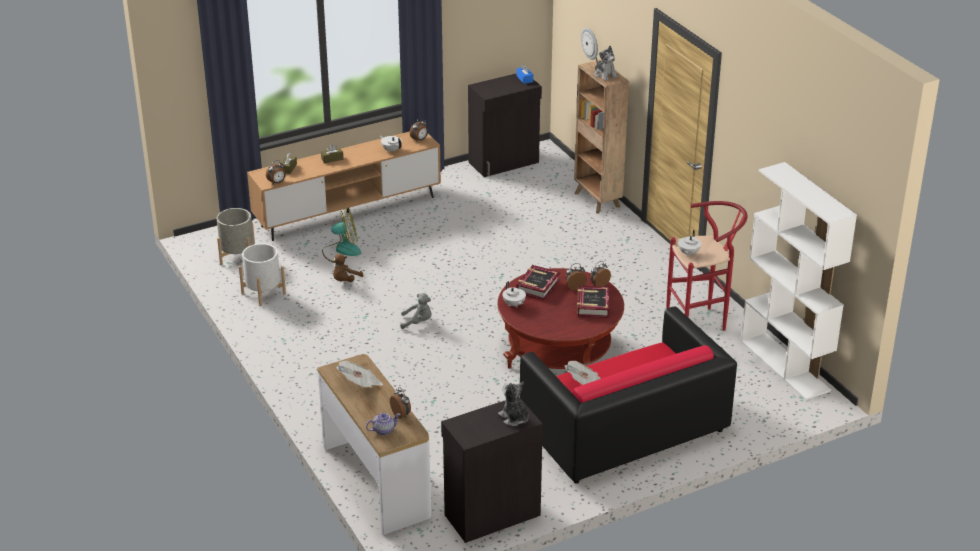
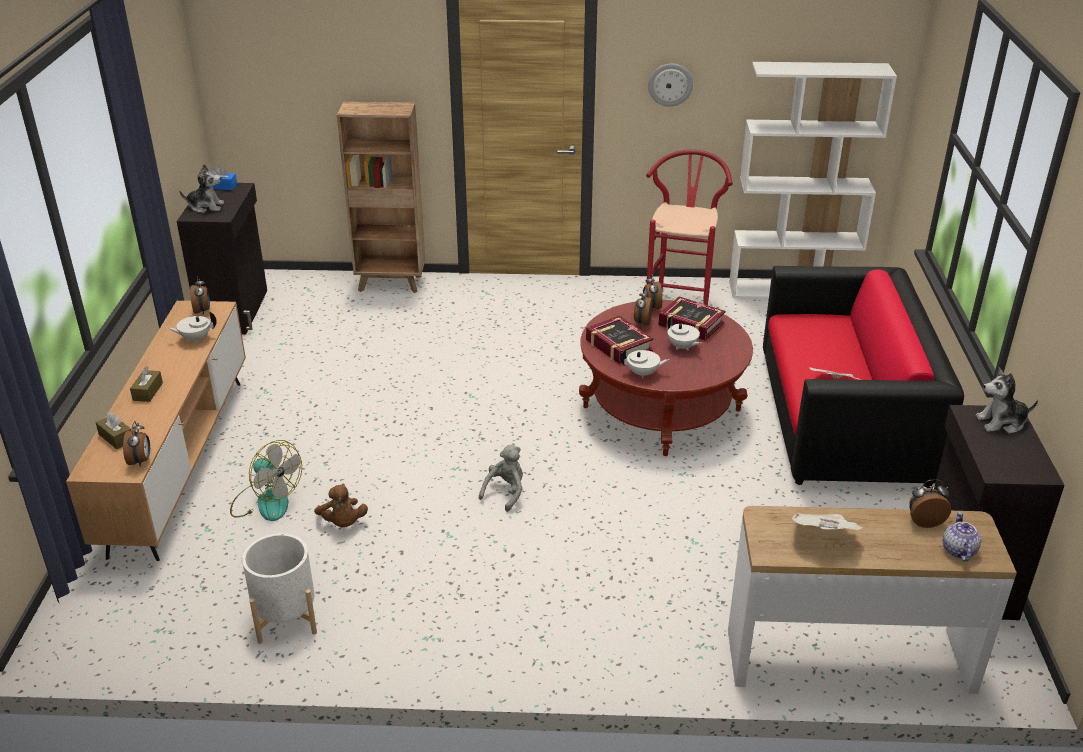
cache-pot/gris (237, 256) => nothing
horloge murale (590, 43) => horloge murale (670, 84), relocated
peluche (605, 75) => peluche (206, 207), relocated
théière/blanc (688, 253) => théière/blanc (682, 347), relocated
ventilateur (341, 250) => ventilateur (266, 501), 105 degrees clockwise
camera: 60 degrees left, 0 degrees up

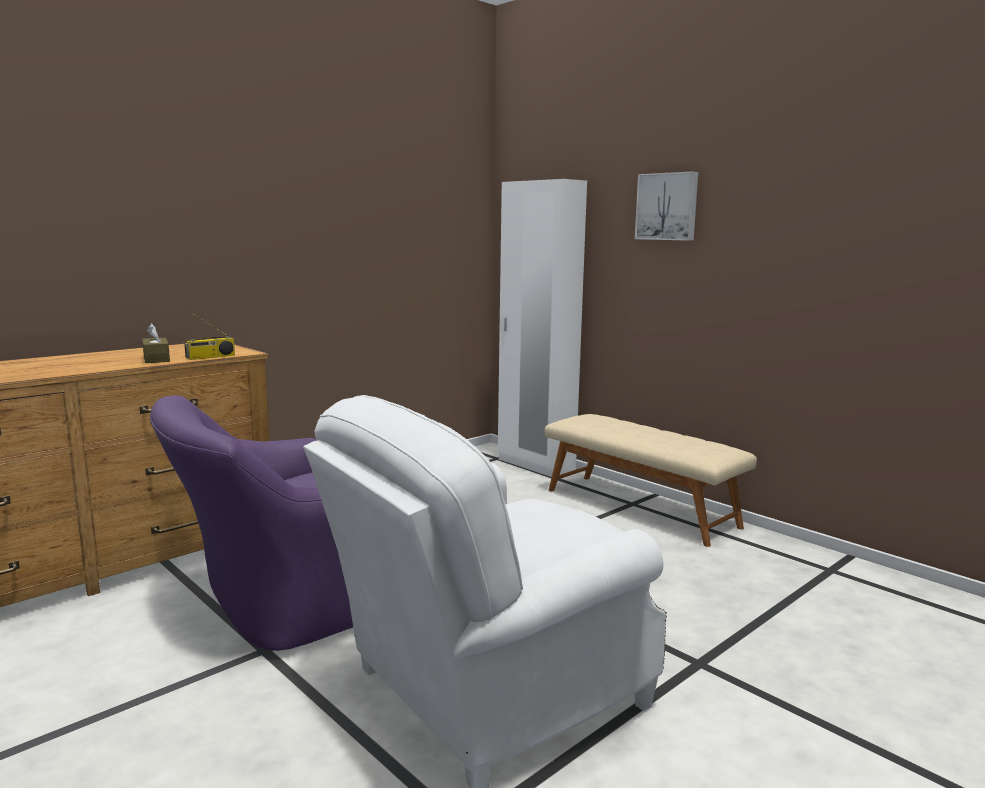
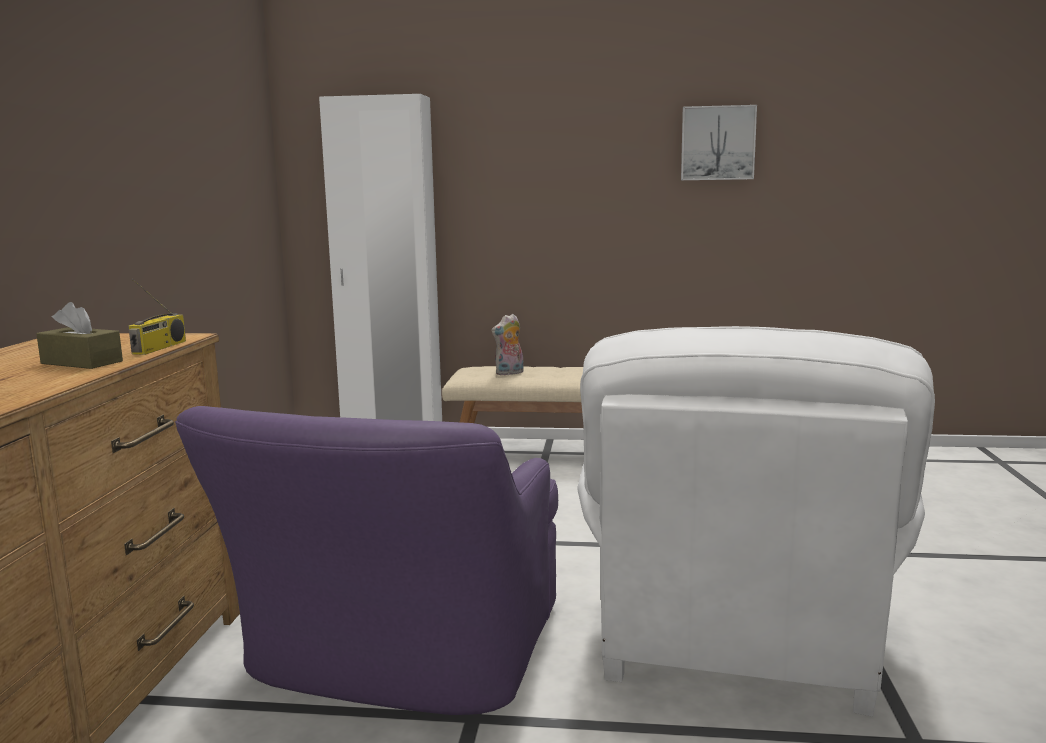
nothing => peluche (509, 373)
tableau (667, 206) => tableau (717, 143), relocated
camera: 40 degrees left, 0 degrees up

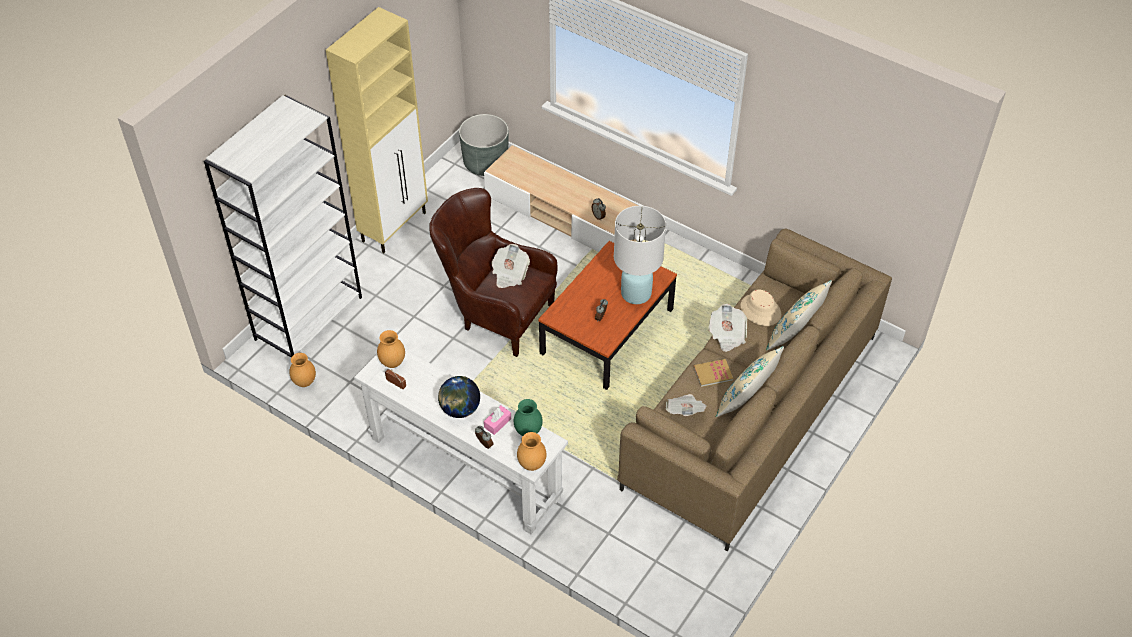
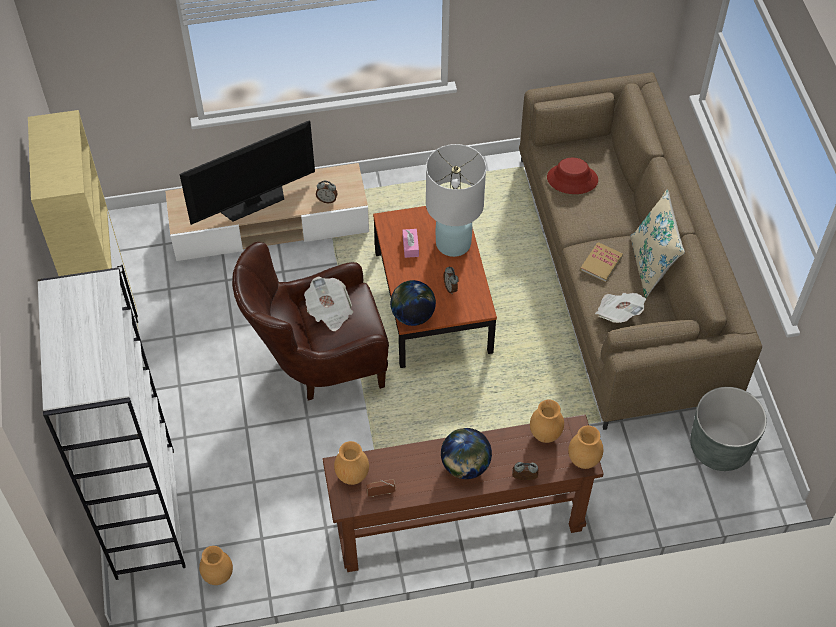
journal (727, 335) => nothing
coussin/beige (794, 335) => nothing
nothing => téléviseur (253, 202)
nothing => globe (413, 316)
cache-pot/gris (485, 163) => cache-pot/gris (720, 447), relocated
boîte à mouchoirs/rose (497, 423) => boîte à mouchoirs/rose (410, 246), relocated
table console/blanc (464, 467) => table console/marron (459, 523)
vase/vert (527, 431) => vase/marron (544, 435)
chapeau/beige (760, 310) => chapeau/rouge (572, 179)
camera: 45 degrees left, 5 degrees up

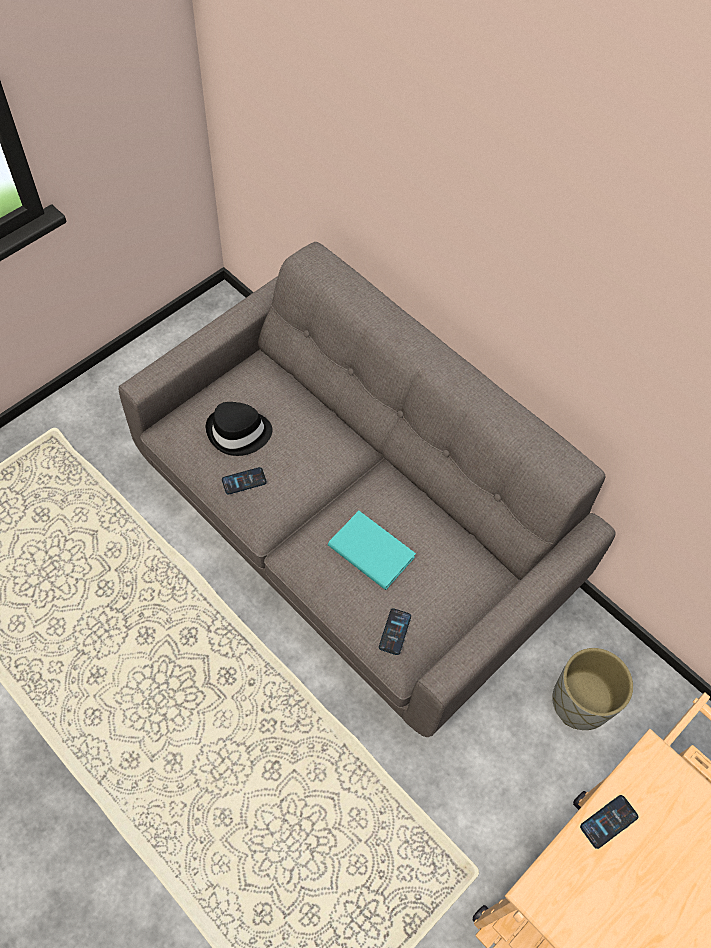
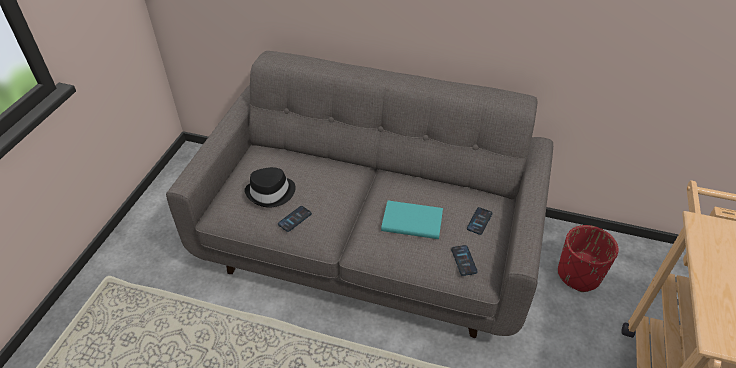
téléphone (608, 821) => téléphone (479, 221), relocated
cache-pot/gris (581, 702) => cache-pot/rouge (579, 275)
camera: 25 degrees left, 15 degrees down

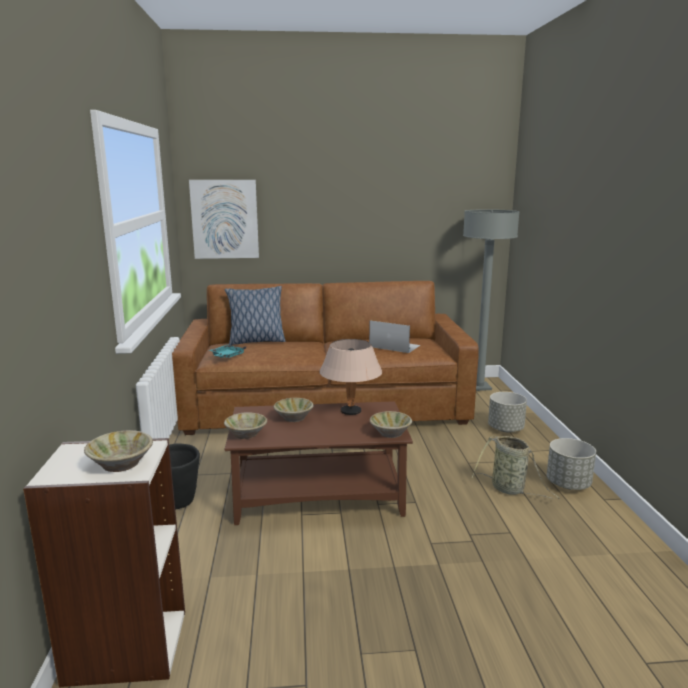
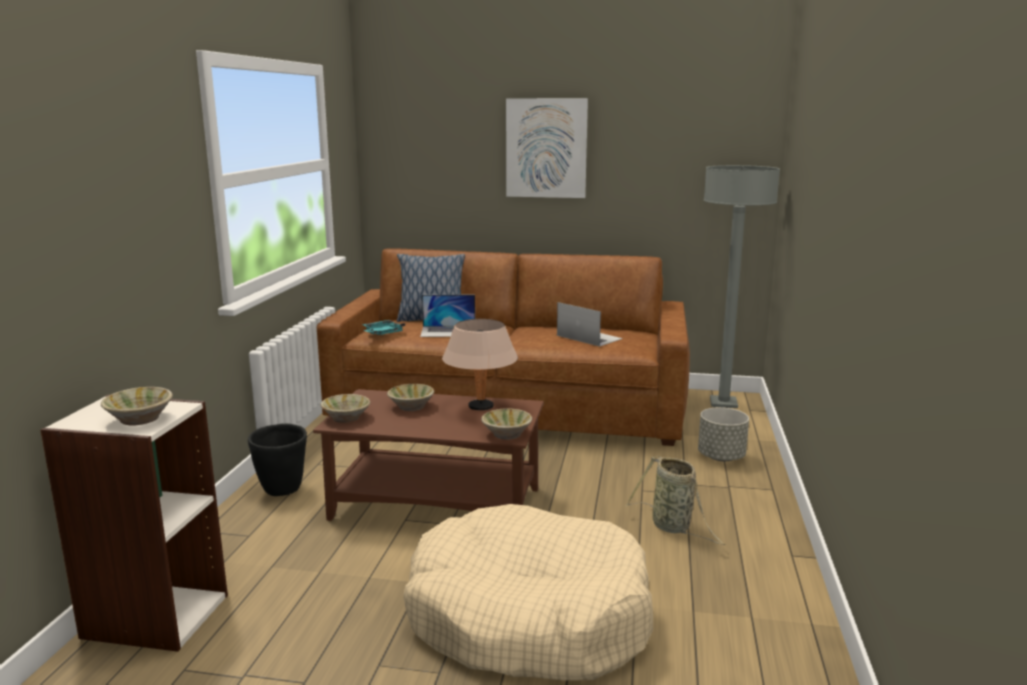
cache-pot/gris (568, 484) => nothing
nothing => panier pour chien/beige (528, 617)
nothing => ordinateur portable (448, 331)
tableau (225, 219) => tableau (546, 148), relocated
camera: 15 degrees right, 0 degrees up

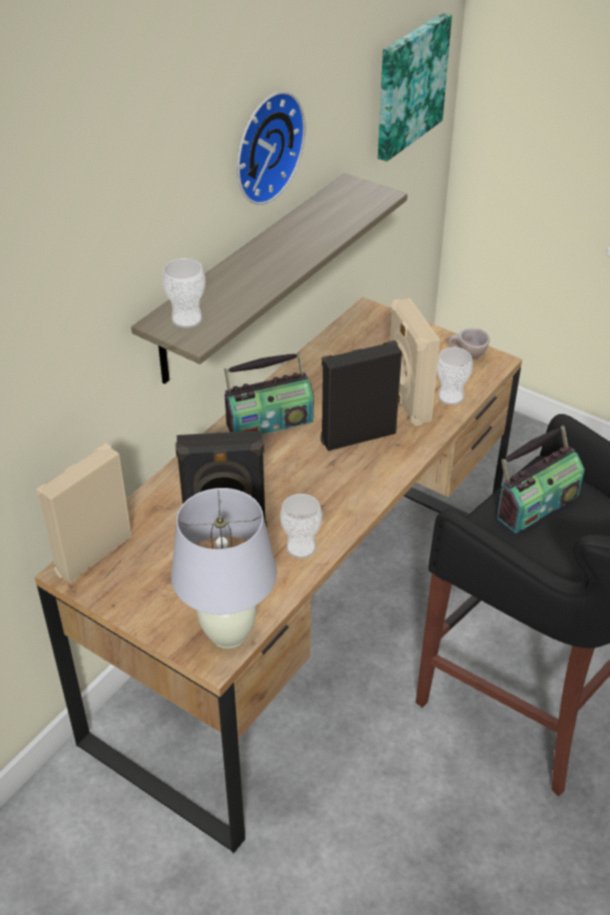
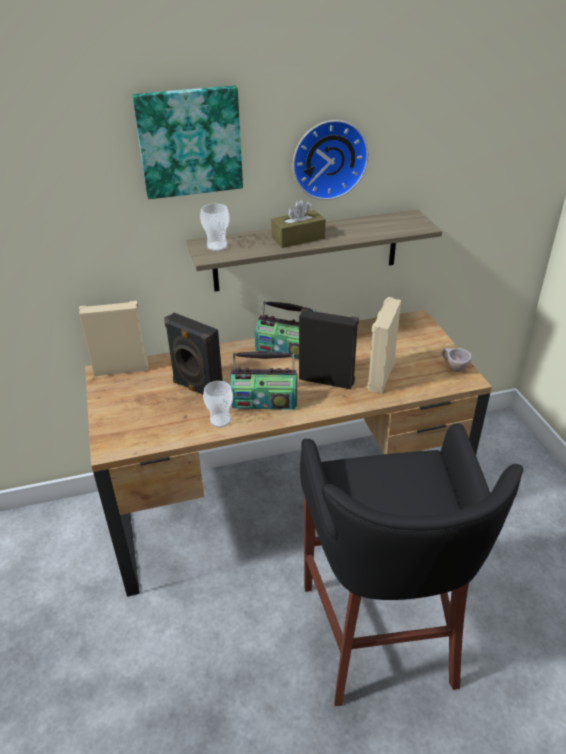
lampe de table/blanc (228, 634) => nothing
tasse (450, 396) => nothing
nothing => boîte à mouchoirs/marron (298, 238)
tableau (409, 85) => tableau (189, 142), relocated
radio (536, 504) => radio (264, 401), relocated
camera: 40 degrees right, 5 degrees down

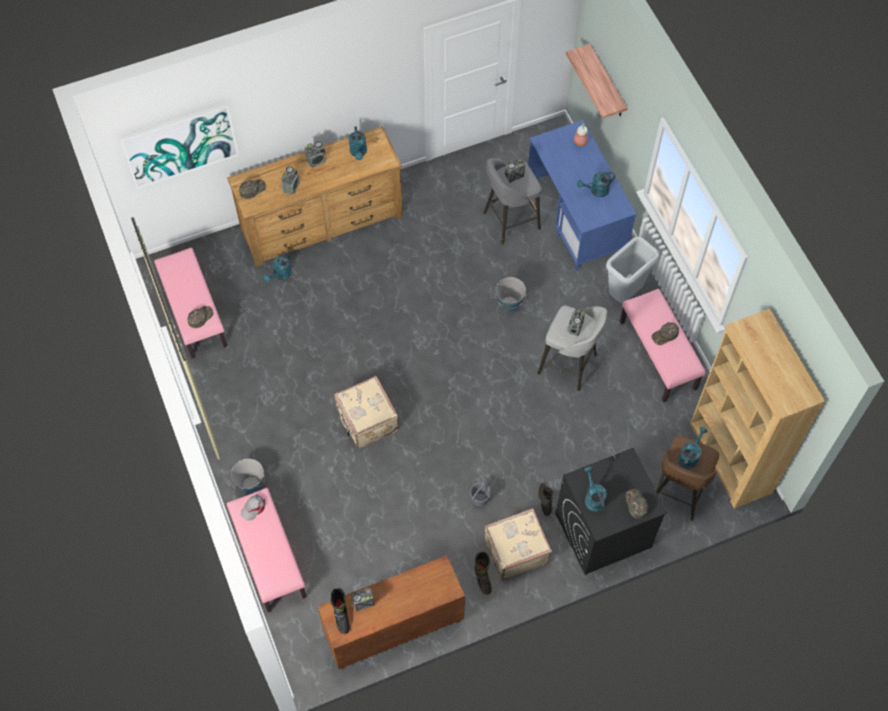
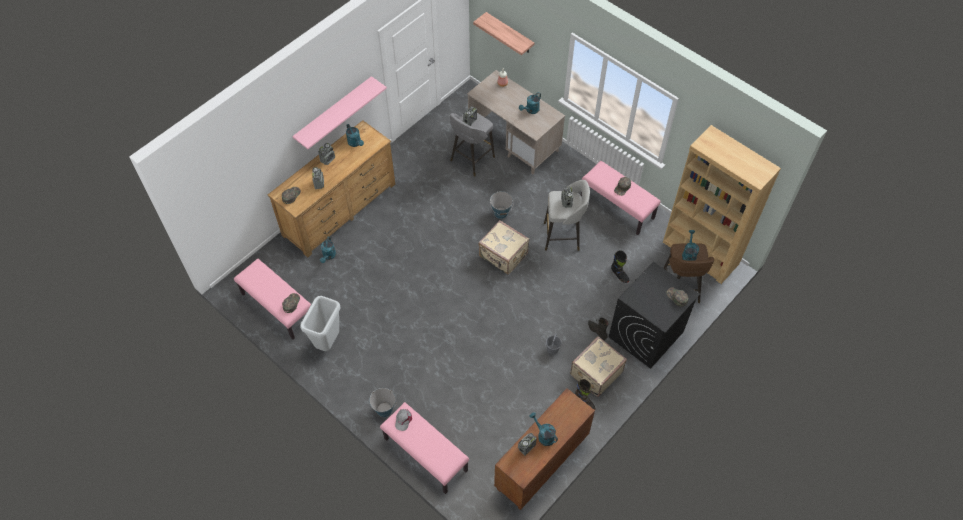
tableau (180, 144) => nothing
nothing => étagère/rose (334, 111)
botte/noir (341, 617) => botte/noir (619, 275), relocated
valise/beige (366, 421) => valise/beige (503, 256), relocated
arrosoir/turquoise (593, 498) => arrosoir/turquoise (543, 435), relocated
poubelle/gris (624, 293) => poubelle/gris (327, 341), relocated
bureau/bleu (576, 217) => bureau/beige (514, 140)
camera: 25 degrees left, 5 degrees down

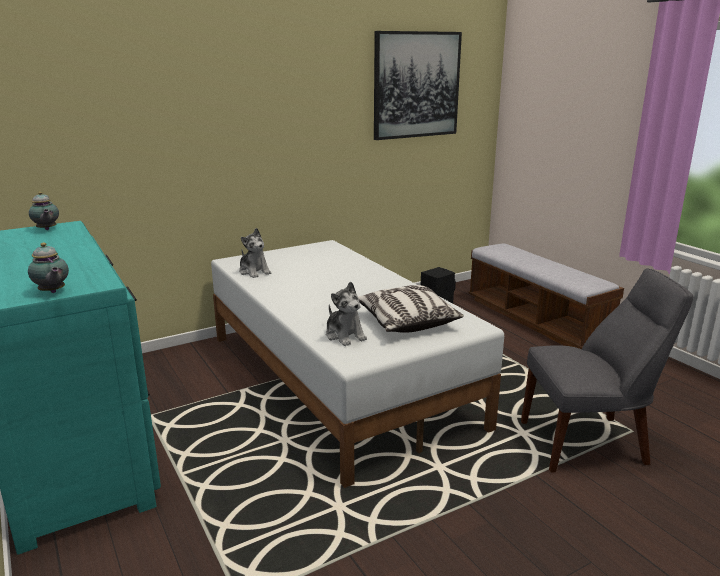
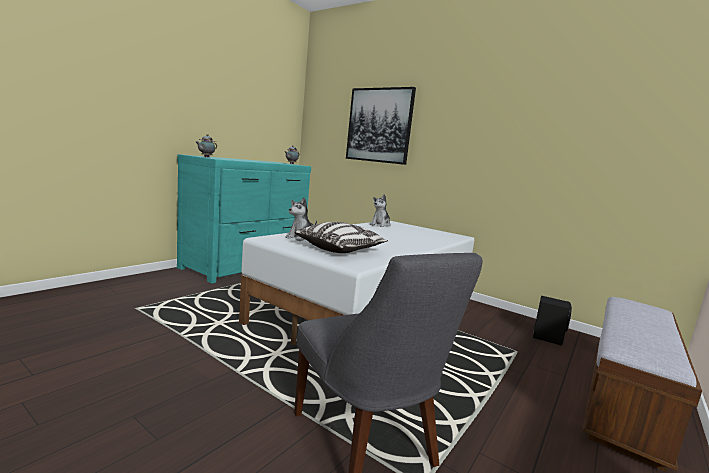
tableau (416, 85) => tableau (379, 125), relocated
camera: 65 degrees right, 10 degrees down

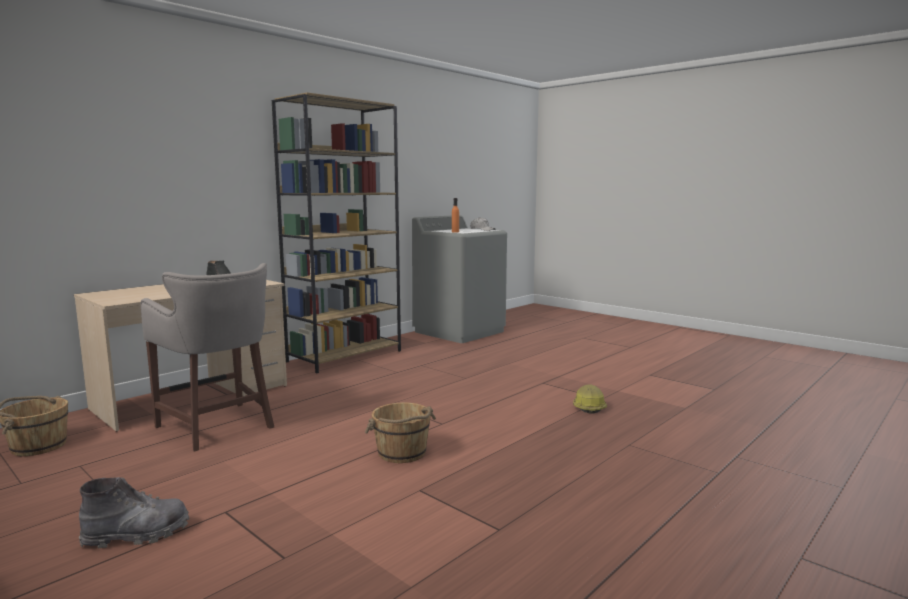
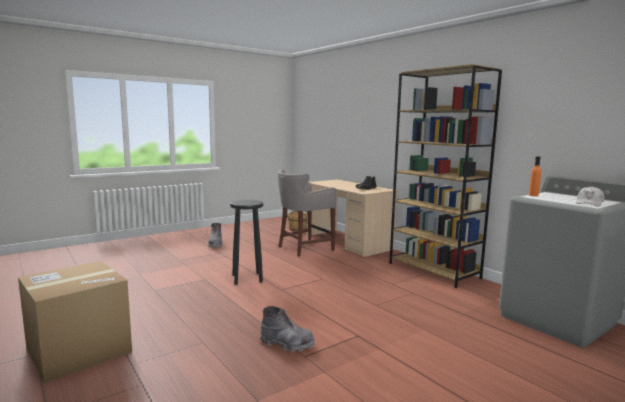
nothing => carton (79, 350)
seau/marron (402, 453) => tabouret/noir (247, 278)
casque de chantier (588, 407) => botte/gris (287, 344)
camera: 100 degrees right, 0 degrees up

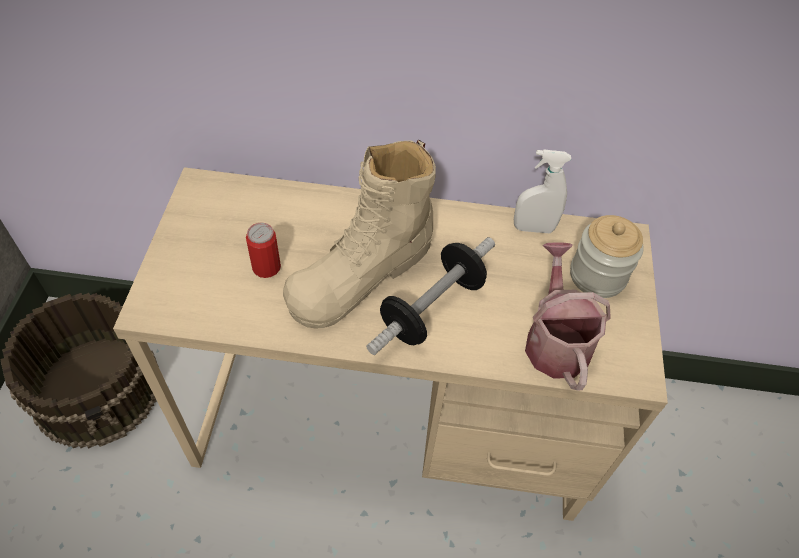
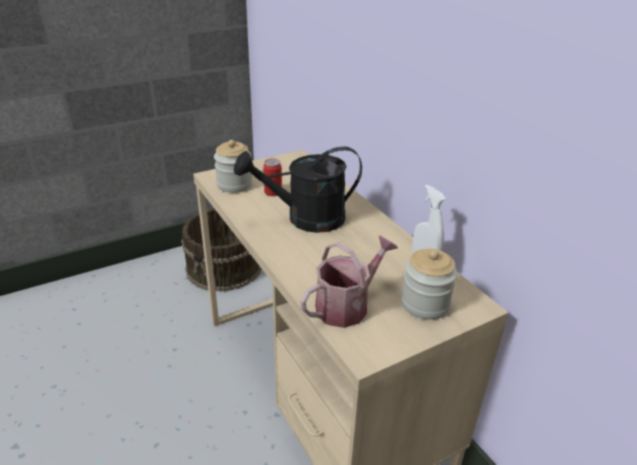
haltère (432, 308) => nothing
nothing => bocal (234, 185)
botte/beige (362, 273) => arrosoir/noir (305, 219)
camera: 55 degrees right, 20 degrees down

